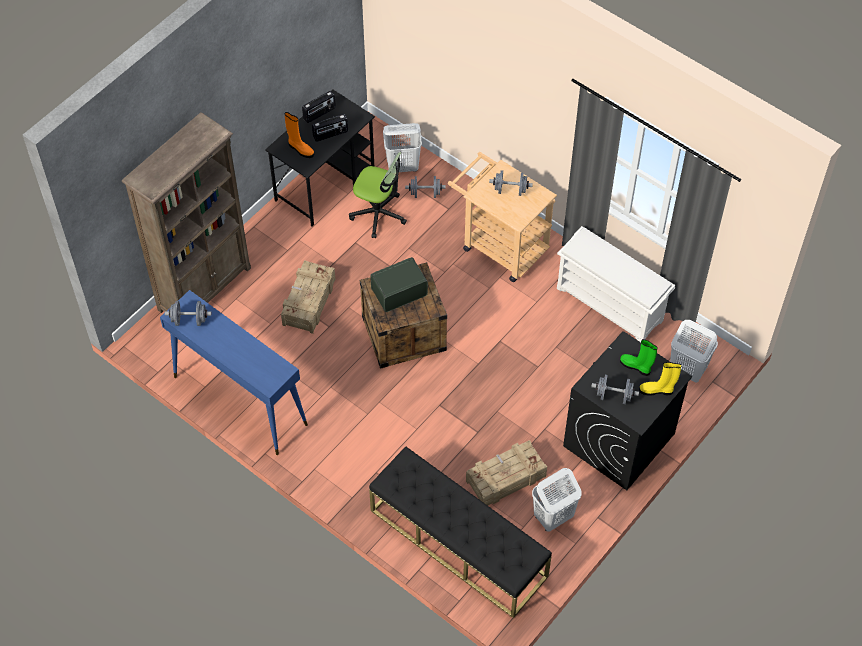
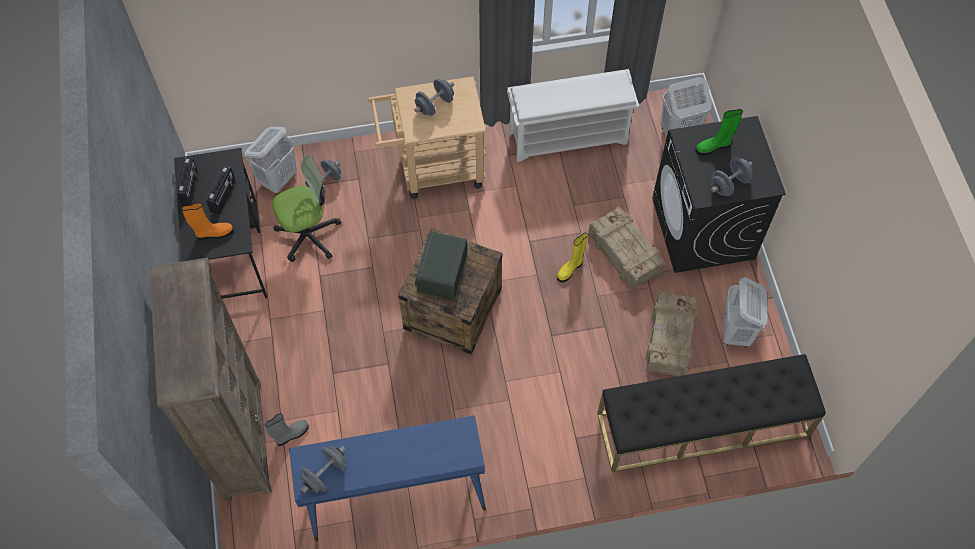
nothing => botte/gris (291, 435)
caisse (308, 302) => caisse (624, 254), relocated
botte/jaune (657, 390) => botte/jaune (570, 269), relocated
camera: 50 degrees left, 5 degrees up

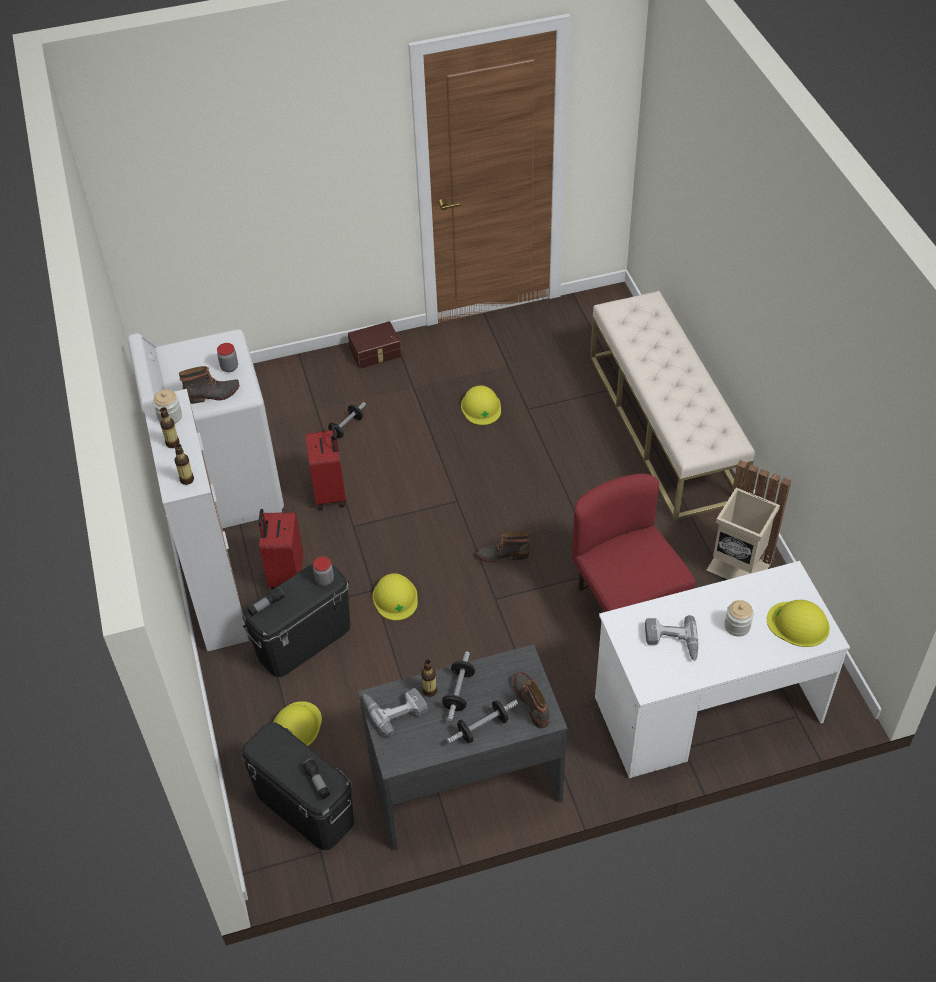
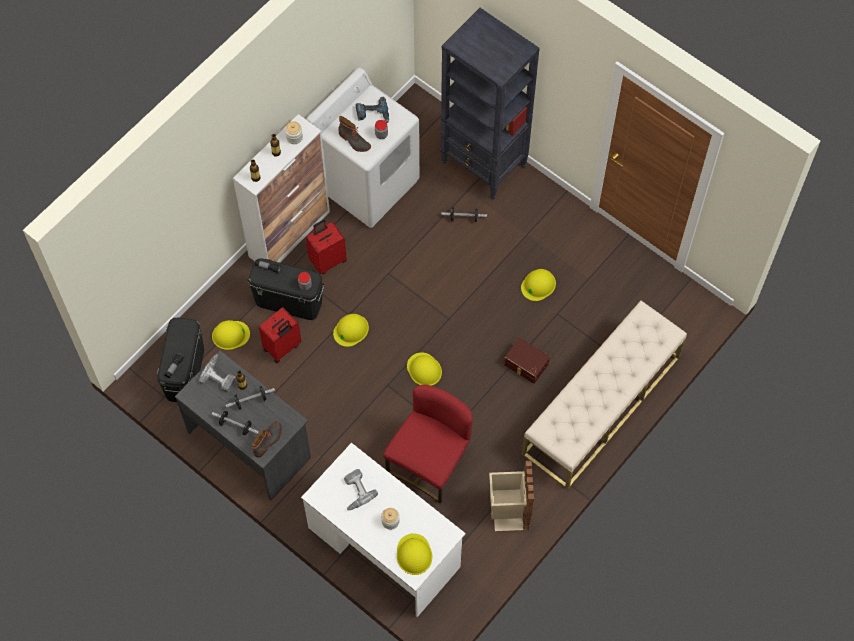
nothing => perceuse (373, 114)
nothing => bibliothèque/noir (484, 164)
valise/rouge (331, 493) => valise/rouge (282, 348), relocated
boîte de rangement/marron (376, 353) => boîte de rangement/marron (525, 365), relocated
botte (503, 554) => casque de chantier/jaune (424, 369)
camera: 55 degrees right, 15 degrees up

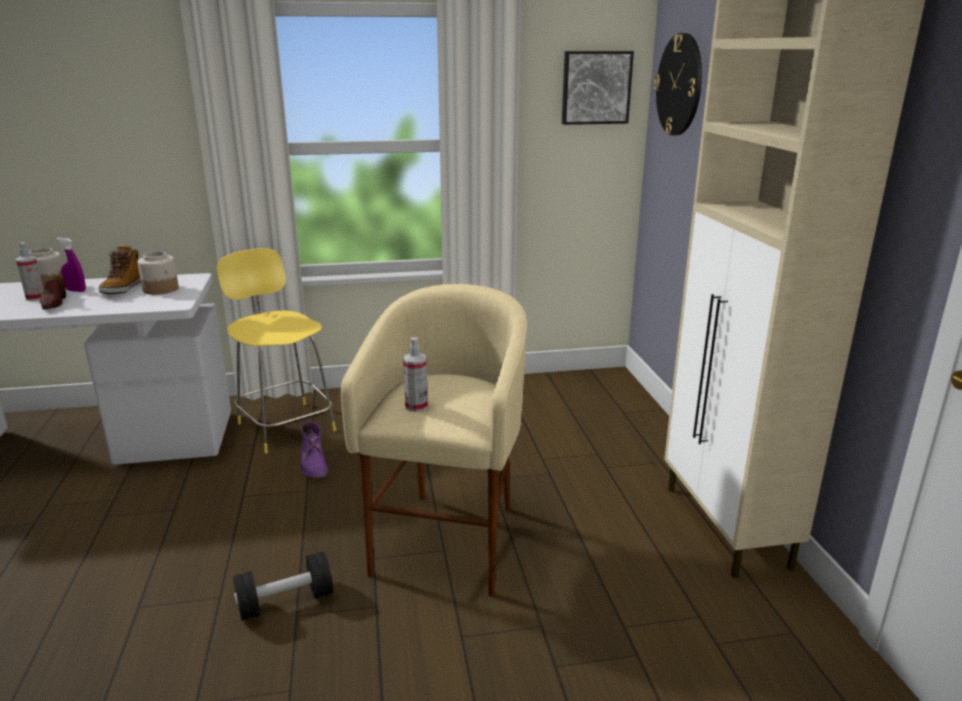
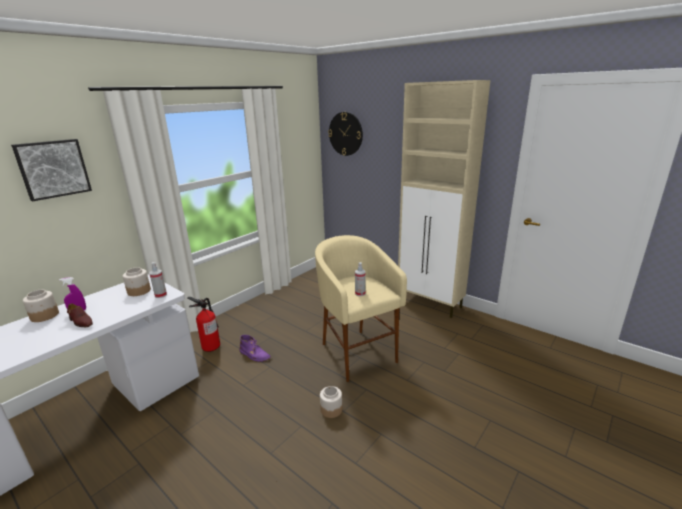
botte (123, 289) => nothing
vaporisateur (35, 298) => vaporisateur (161, 295), relocated
tableau (595, 87) => tableau (53, 169), relocated
tabouret/jaune (285, 425) => extincteur (211, 346)
haltère/noir (285, 602) => bocal (331, 409)
camera: 40 degrees left, 0 degrees up

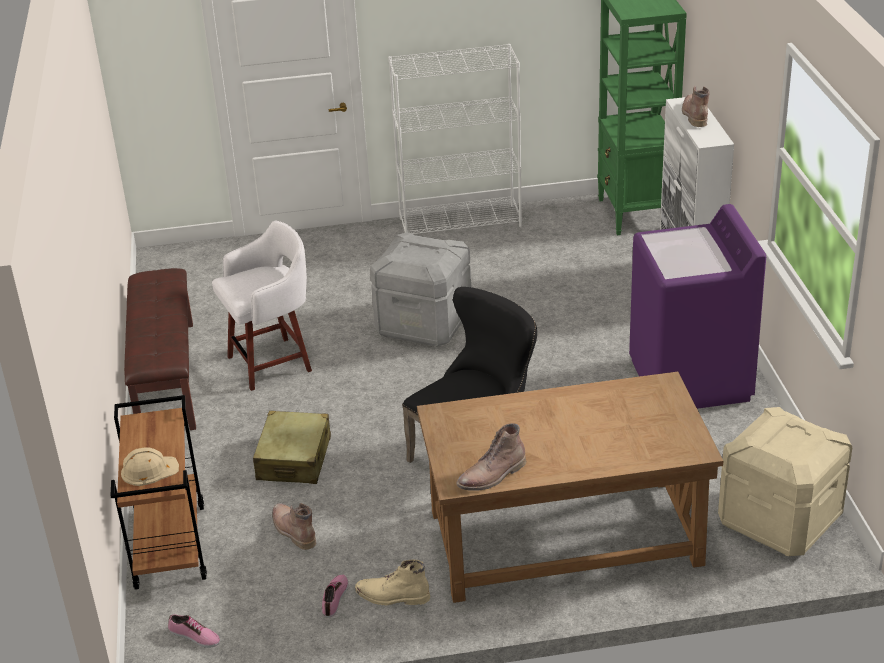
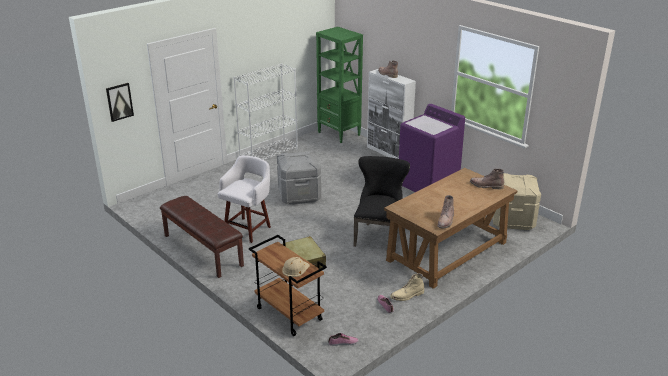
nothing => tableau (119, 102)
botte/marron (292, 530) => botte/marron (486, 186), relocated
camera: 35 degrees left, 5 degrees down

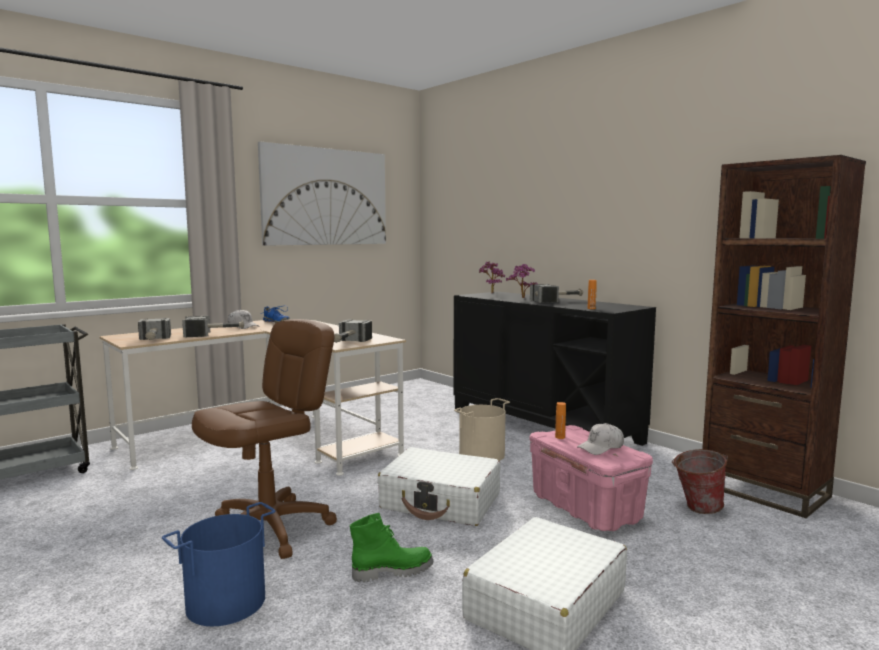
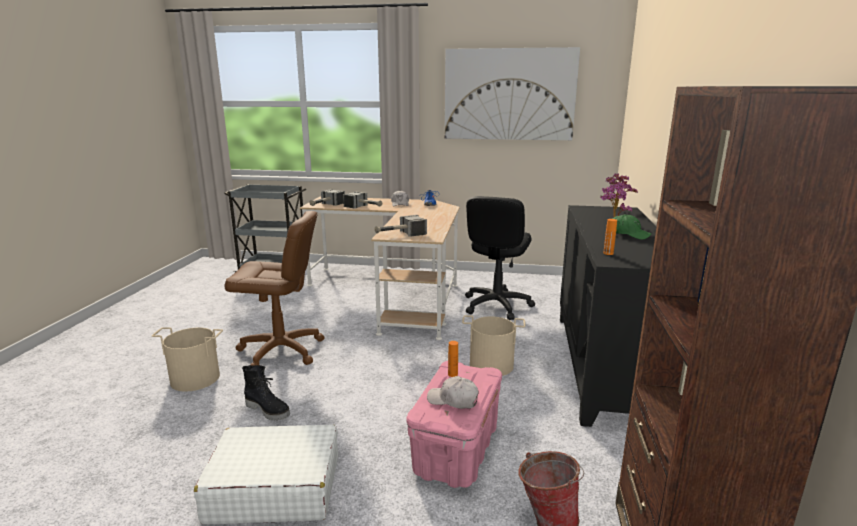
valise/blanc (441, 501) => nothing
nothing => chaise de bureau/noir (496, 305)
marteau (558, 301) => casquette/vert (628, 234)
seau/bleu (225, 601) => seau/beige (195, 378)
botte/vert (392, 571) => botte/noir (268, 410)
camera: 50 degrees right, 10 degrees up

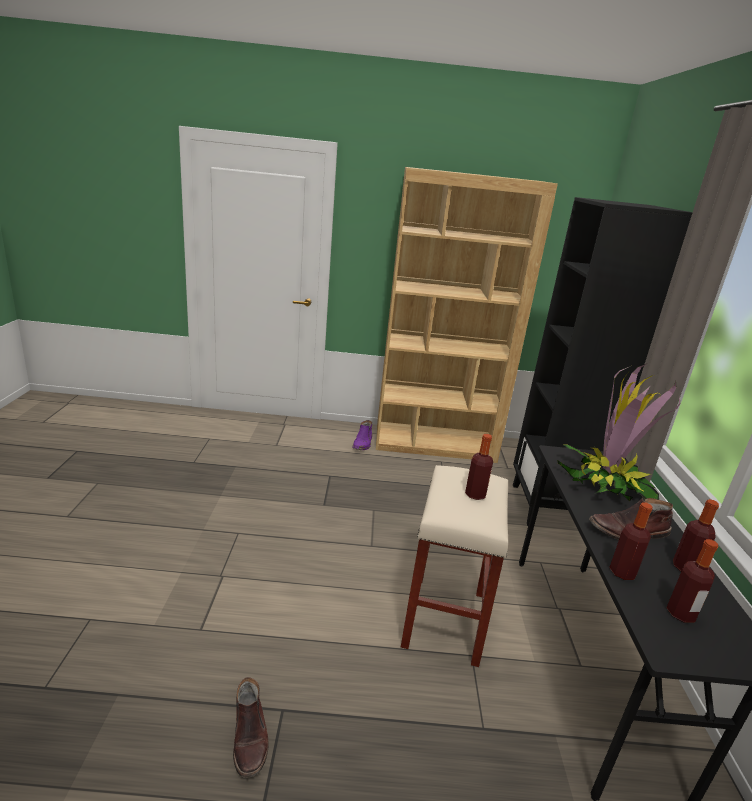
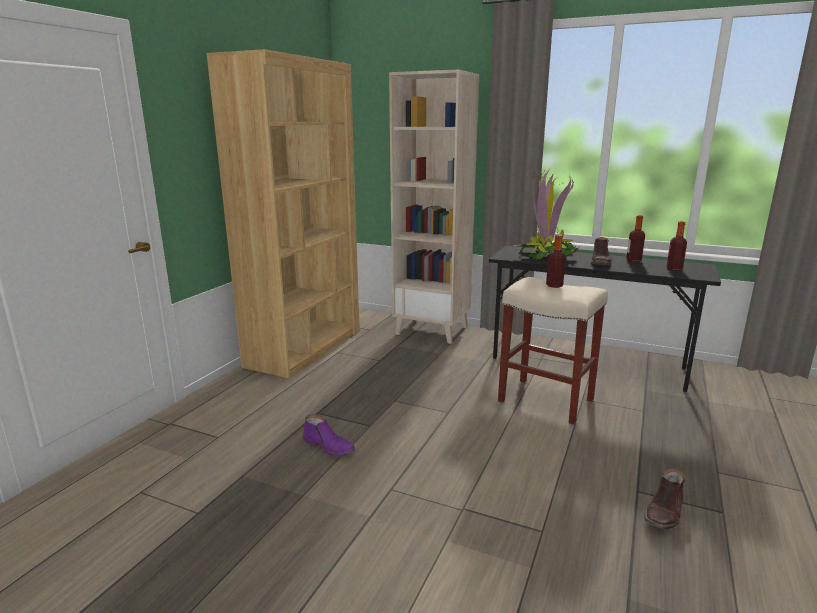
bouteille (622, 572) => nothing
botte/violet (363, 443) => botte/violet (329, 446), relocated
bibliothèque/noir (549, 507) => bibliothèque/beige (432, 330)
botte/marron (250, 736) => botte/marron (665, 511), 120 degrees clockwise
camera: 65 degrees left, 5 degrees down

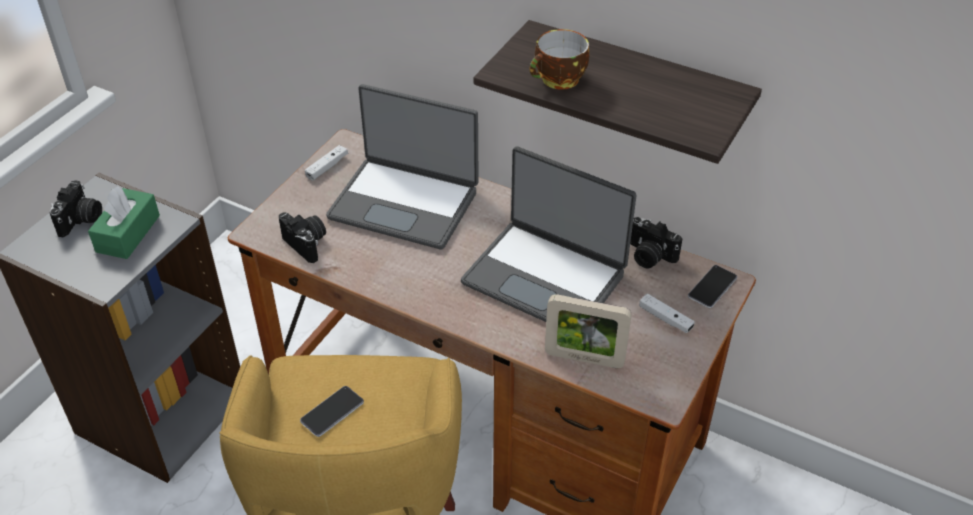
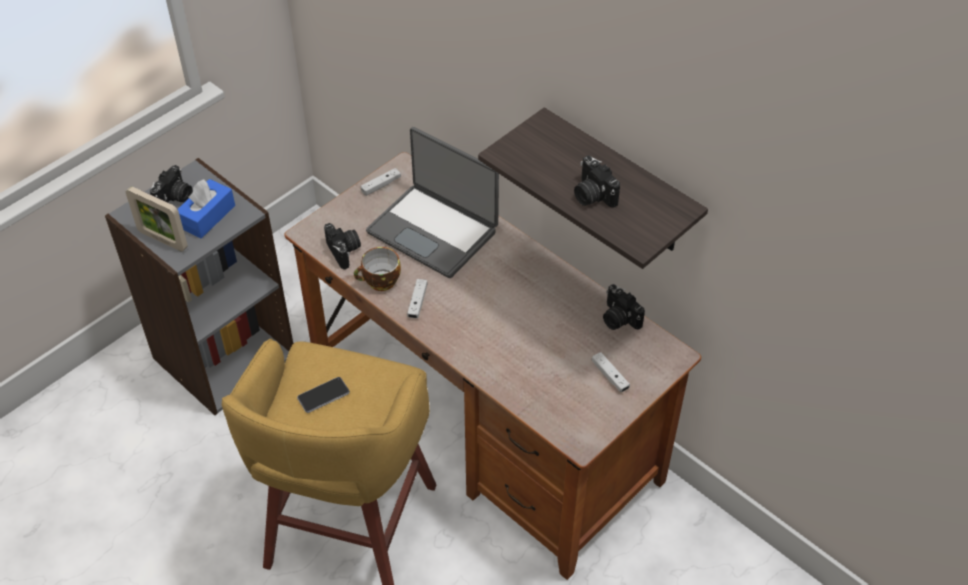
ordinateur portable (545, 277) => nothing
téléphone (712, 287) => nothing
nothing => manette/blanc (417, 302)
nothing => appareil photo (592, 195)
tasse (559, 80) => tasse (380, 282), relocated
cadre photo (584, 358) => cadre photo (163, 240), relocated
boîte à mouchoirs/vert (128, 233) => boîte à mouchoirs/bleu (207, 216)
camera: 15 degrees right, 5 degrees up

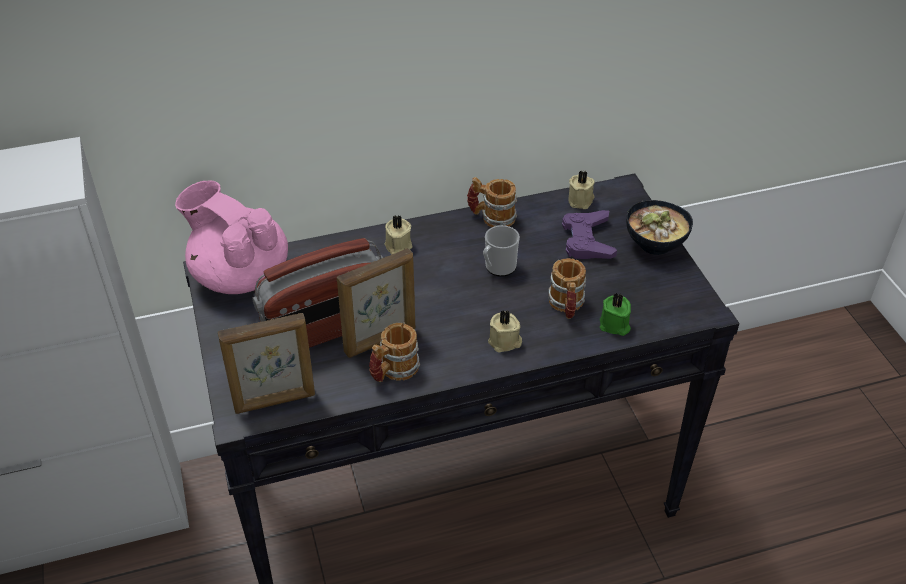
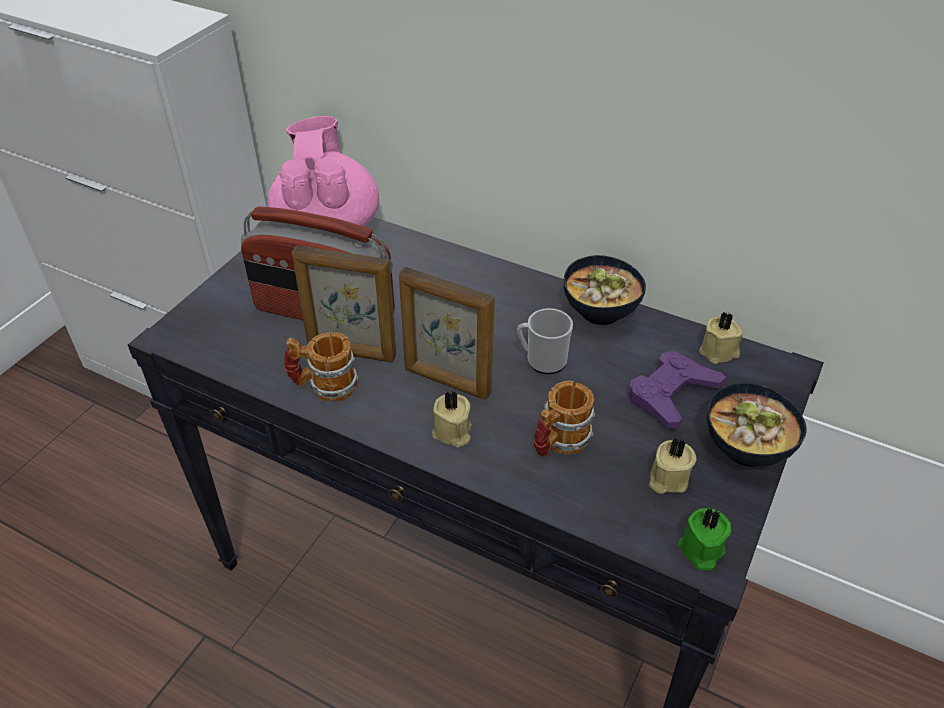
cadre photo (275, 401) => cadre photo (447, 381), relocated
bougie/beige (397, 247) => bougie/beige (667, 478), relocated
bougie/vert (614, 325) => bougie/vert (700, 550), relocated
mug (491, 217) => bol (601, 311)
camera: 45 degrees right, 0 degrees up

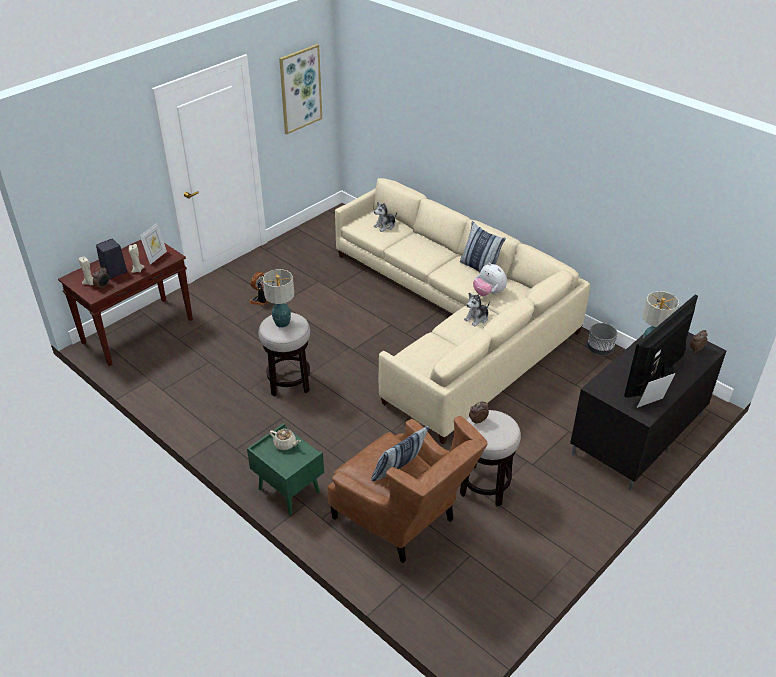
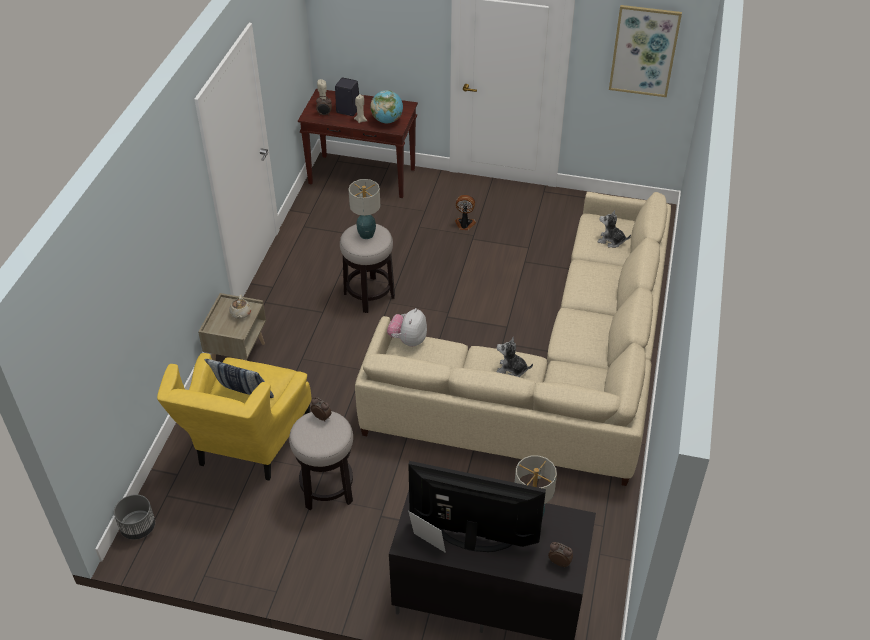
coussin (480, 268) => nothing
peluche (488, 293) => peluche (408, 340), relocated
cache-pot/gris (600, 349) => cache-pot/gris (138, 528), relocated
cadre photo (156, 257) => globe (387, 120)
table de chevet/vert (288, 490) => table de chevet/beige (238, 355)
fauteuil/marron (403, 522) => fauteuil/jaune (247, 446)
camera: 60 degrees right, 5 degrees up

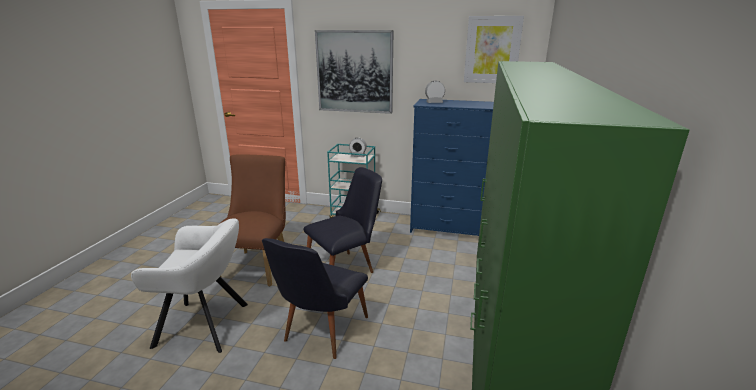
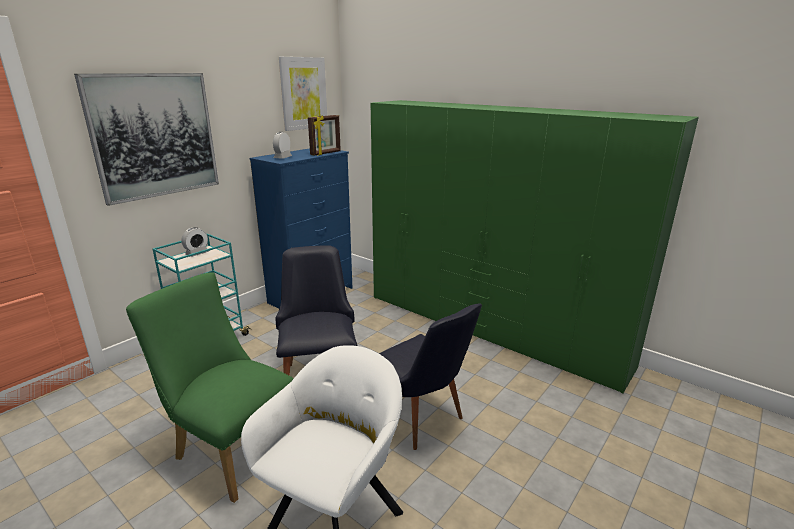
nothing => cadre photo (326, 153)
chaise/marron (258, 265) => chaise/vert (231, 449)
camera: 65 degrees left, 0 degrees up

